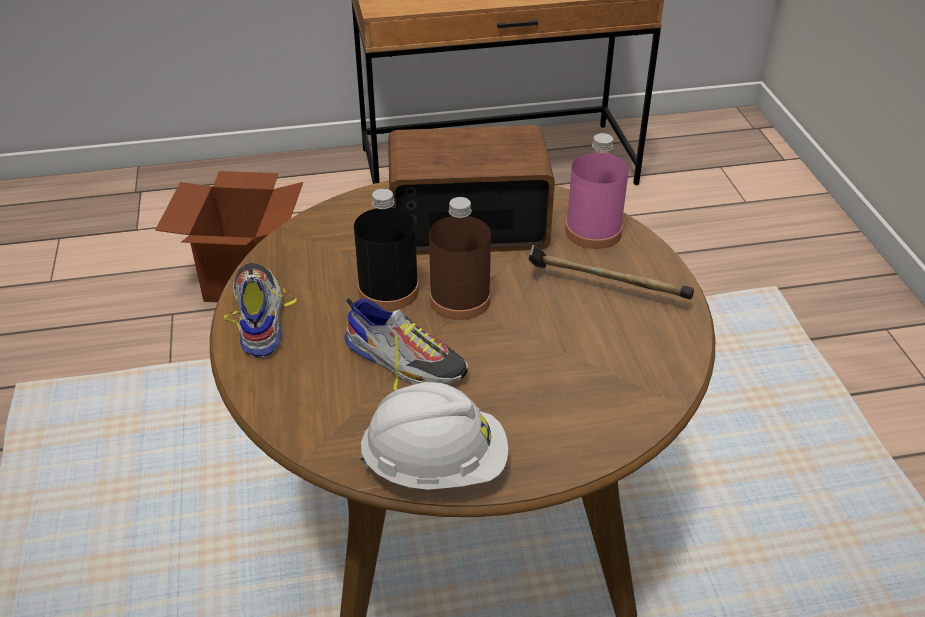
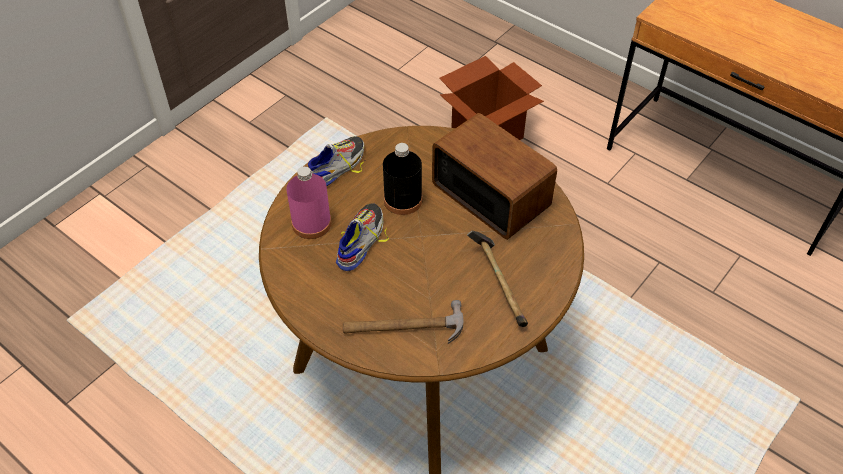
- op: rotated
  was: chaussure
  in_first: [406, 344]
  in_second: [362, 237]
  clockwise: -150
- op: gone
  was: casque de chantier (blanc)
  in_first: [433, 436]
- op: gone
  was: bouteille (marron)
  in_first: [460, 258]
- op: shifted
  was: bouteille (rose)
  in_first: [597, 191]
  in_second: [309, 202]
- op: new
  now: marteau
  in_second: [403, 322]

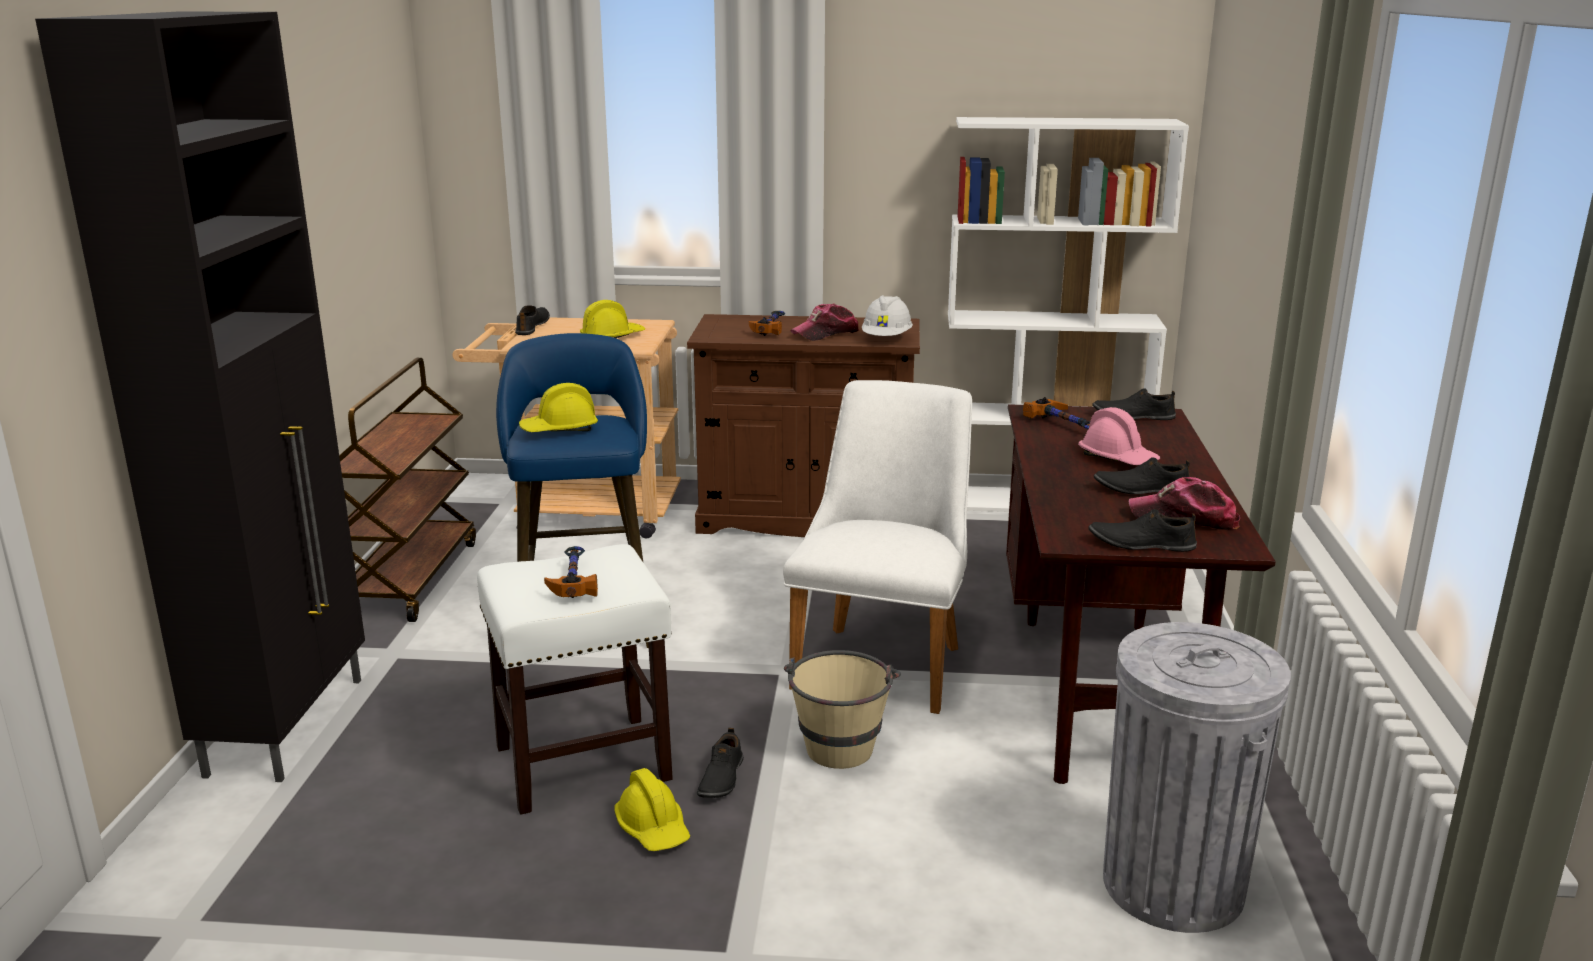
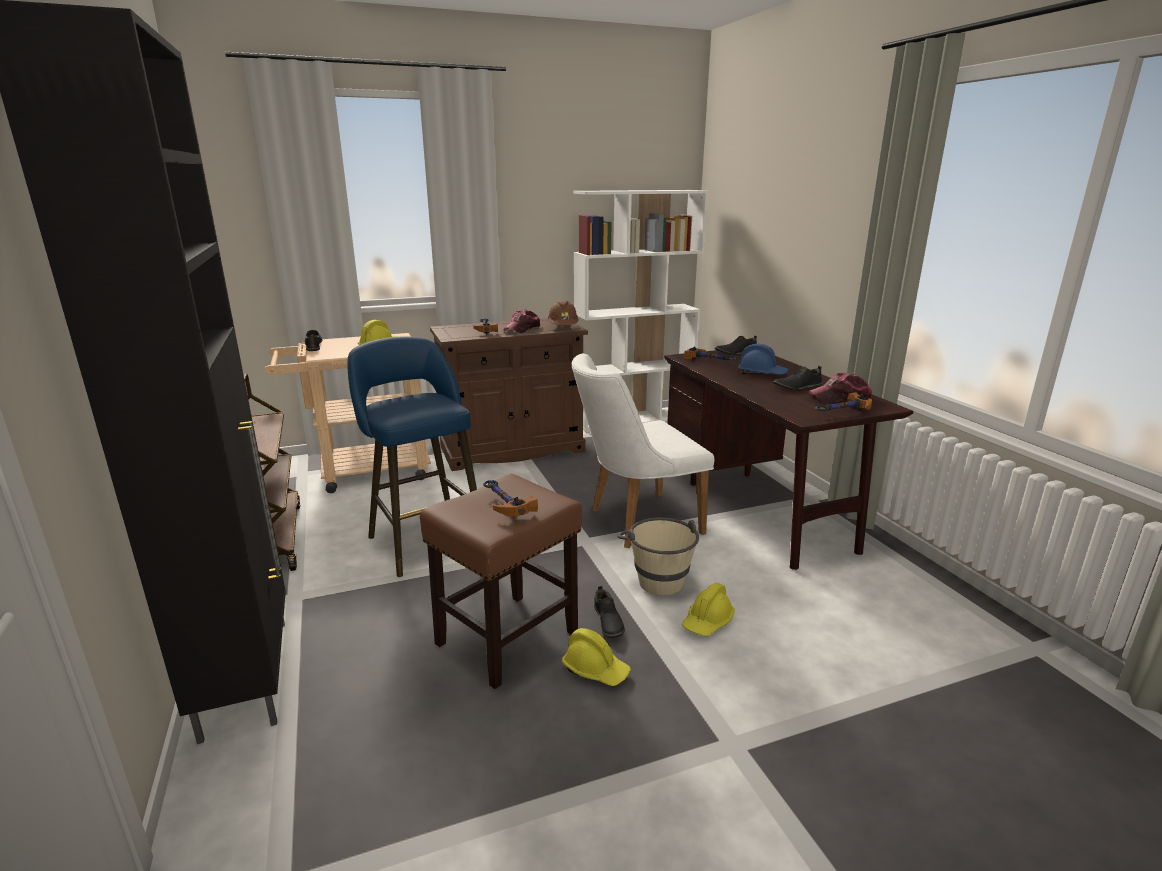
- op: repainted
  was: tabouret (blanc)
  now: tabouret (marron)
  in_first: [575, 679]
  in_second: [501, 581]
- op: shifted
  was: casque de chantier (jaune)
  in_first: [558, 407]
  in_second: [708, 609]
- op: rotated
  was: chaise (blanc)
  in_first: [877, 547]
  in_second: [643, 451]
  clockwise: -105
- op: repainted
  was: casque de chantier (blanc)
  now: casque de chantier (marron)
  in_first: [887, 315]
  in_second: [562, 313]
- op: repainted
  was: casque de chantier (rose)
  now: casque de chantier (bleu)
  in_first: [1119, 436]
  in_second: [763, 359]
- op: swapped
  was: chaussure (noir)
  now: marteau
  in_first: [1143, 530]
  in_second: [843, 401]
- op: gone
  was: poubelle (gris)
  in_first: [1197, 777]

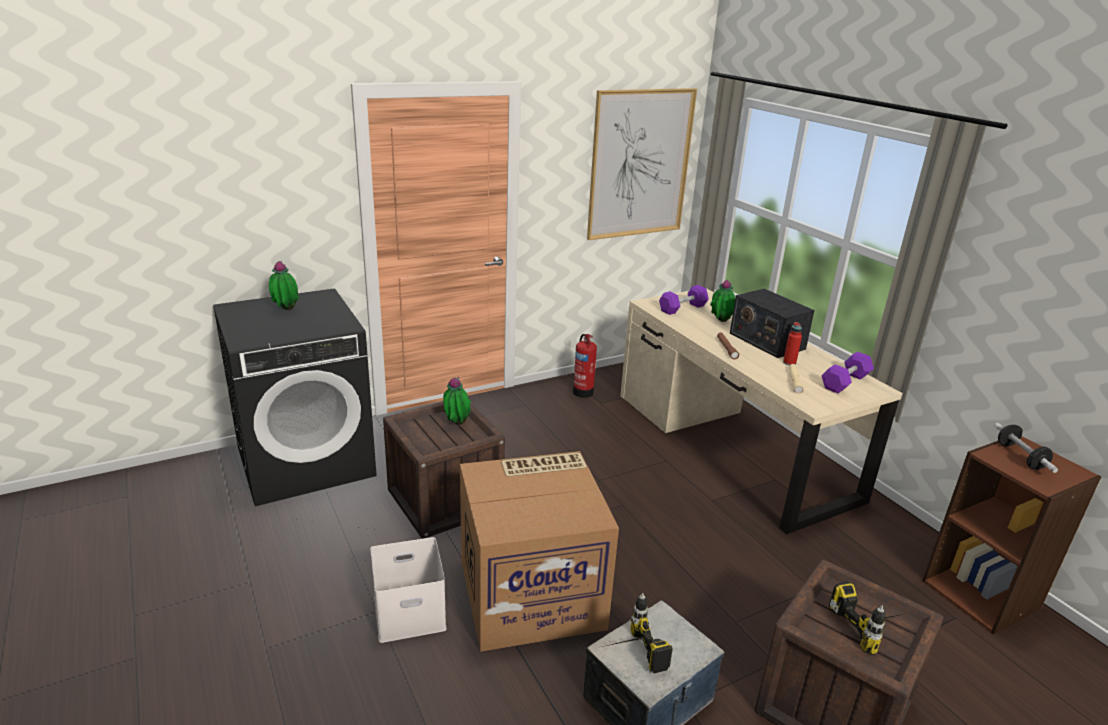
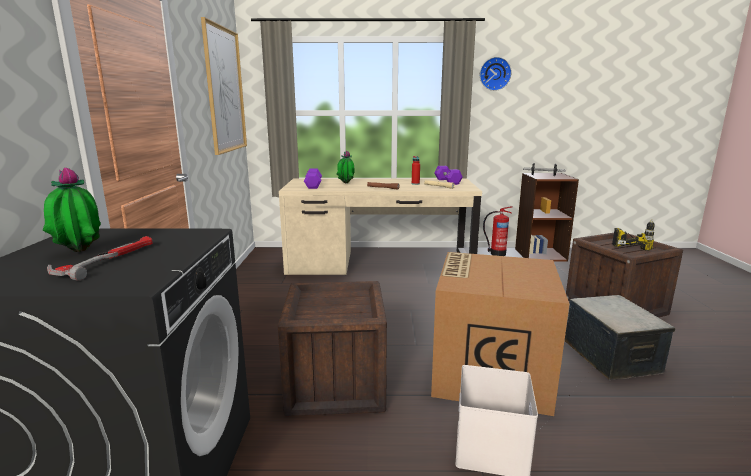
- op: gone
  was: plante en pot
  in_first: [457, 401]
- op: shifted
  was: extincteur
  in_first: [585, 366]
  in_second: [498, 231]
- op: gone
  was: perceuse
  in_first: [637, 633]
- op: gone
  was: radio
  in_first: [772, 323]
- op: new
  now: marteau
  in_second: [100, 258]
- op: new
  now: horloge murale
  in_second: [496, 74]

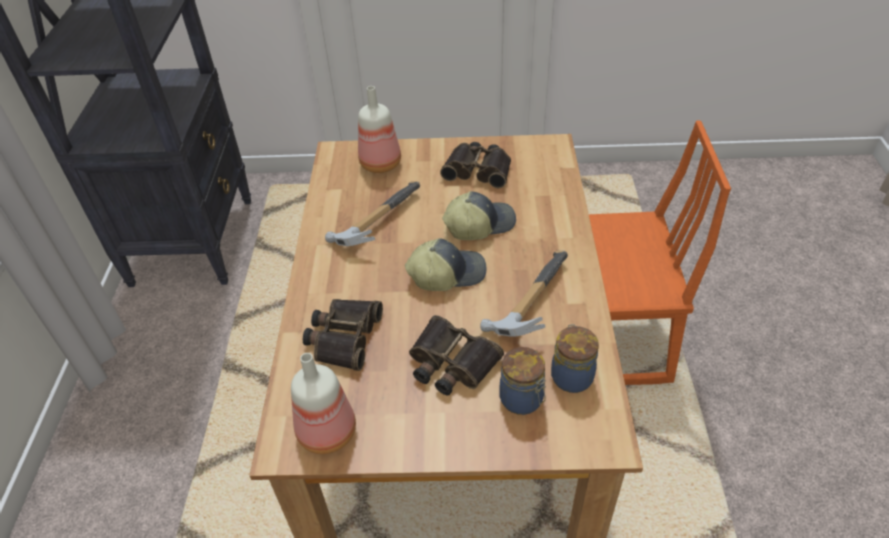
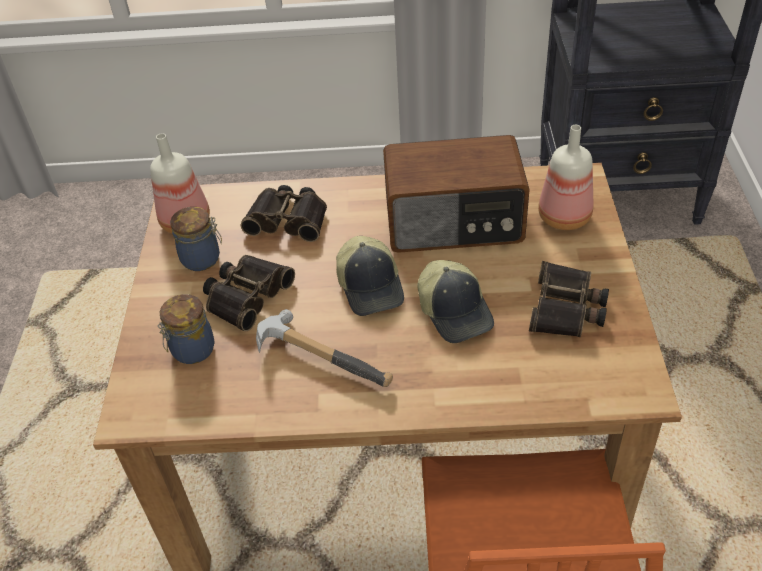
- op: swapped
  was: marteau
  now: radio
  in_first: [372, 213]
  in_second: [456, 194]
- op: shifted
  was: bocal
  in_first: [575, 358]
  in_second: [196, 239]

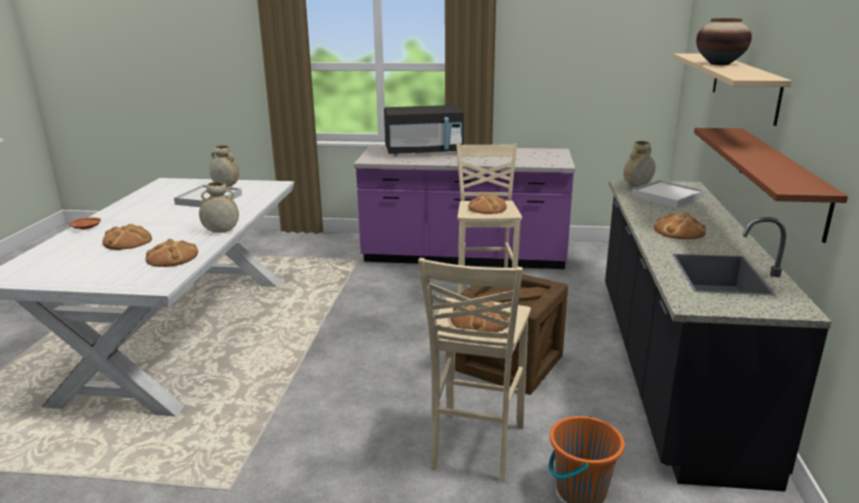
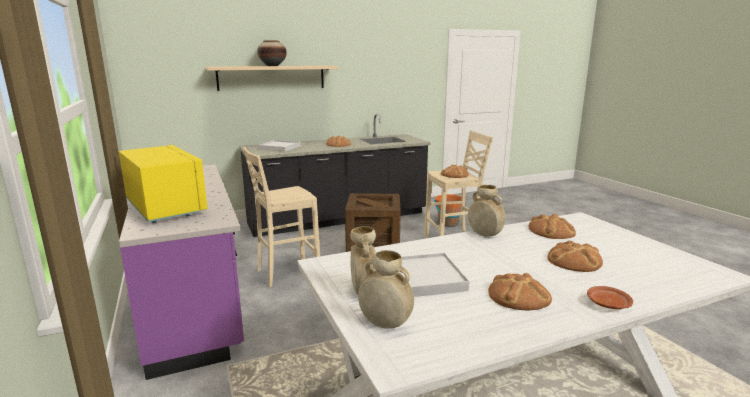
- op: repainted
  was: micro-ondes (noir)
  now: micro-ondes (jaune)
  in_first: [424, 130]
  in_second: [163, 184]
- op: shifted
  was: pain
  in_first: [487, 203]
  in_second: [520, 292]
- op: shifted
  was: vase (beige)
  in_first: [639, 164]
  in_second: [386, 289]
- op: gone
  was: étagère (marron)
  in_first: [771, 185]

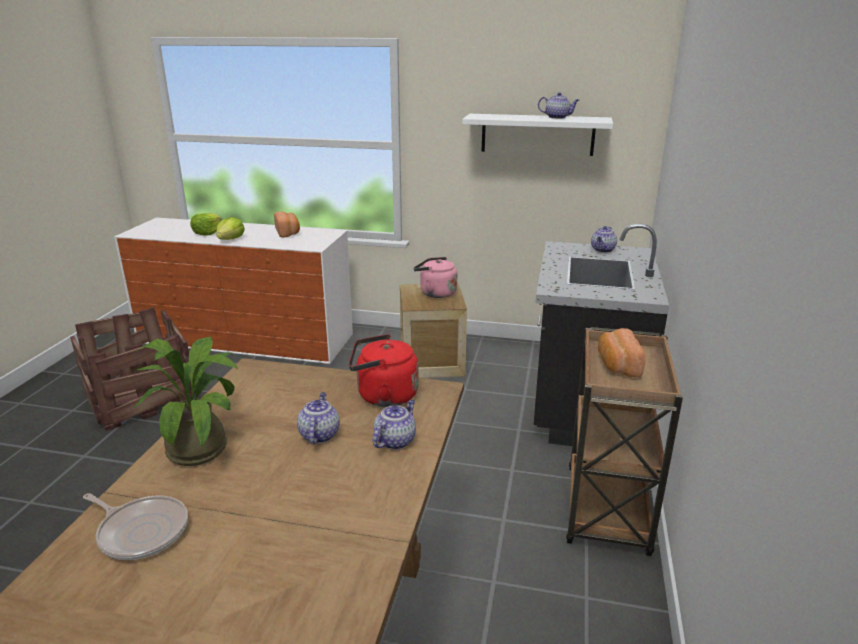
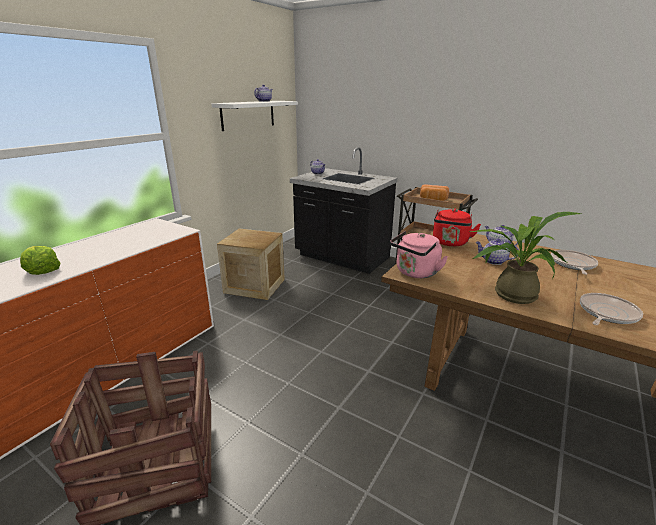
- op: gone
  was: laitue
  in_first: [230, 228]
- op: gone
  was: pain
  in_first: [287, 225]
- op: shifted
  was: bouilloire (rose)
  in_first: [435, 277]
  in_second: [419, 254]
- op: new
  now: poêle
  in_second: [574, 262]

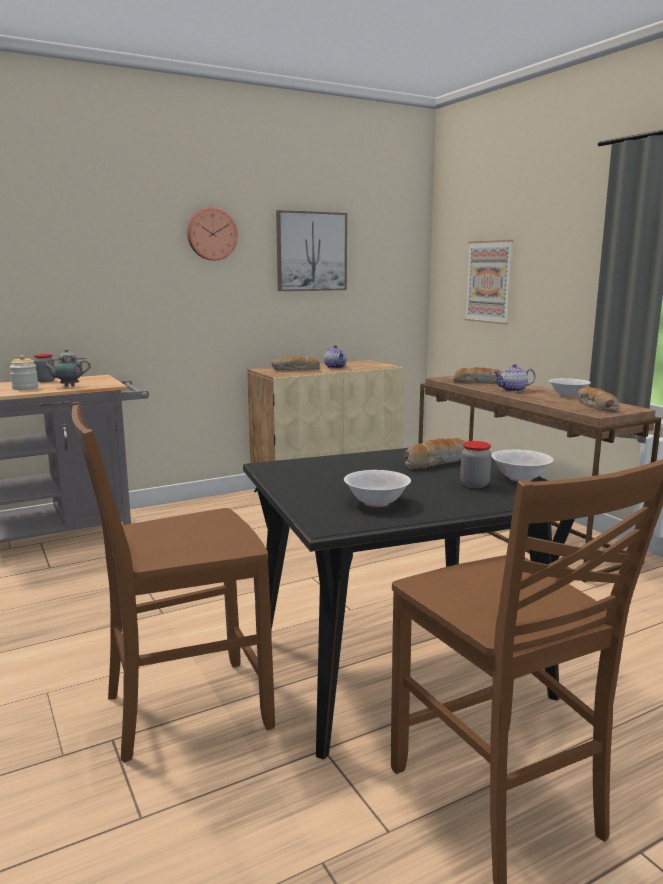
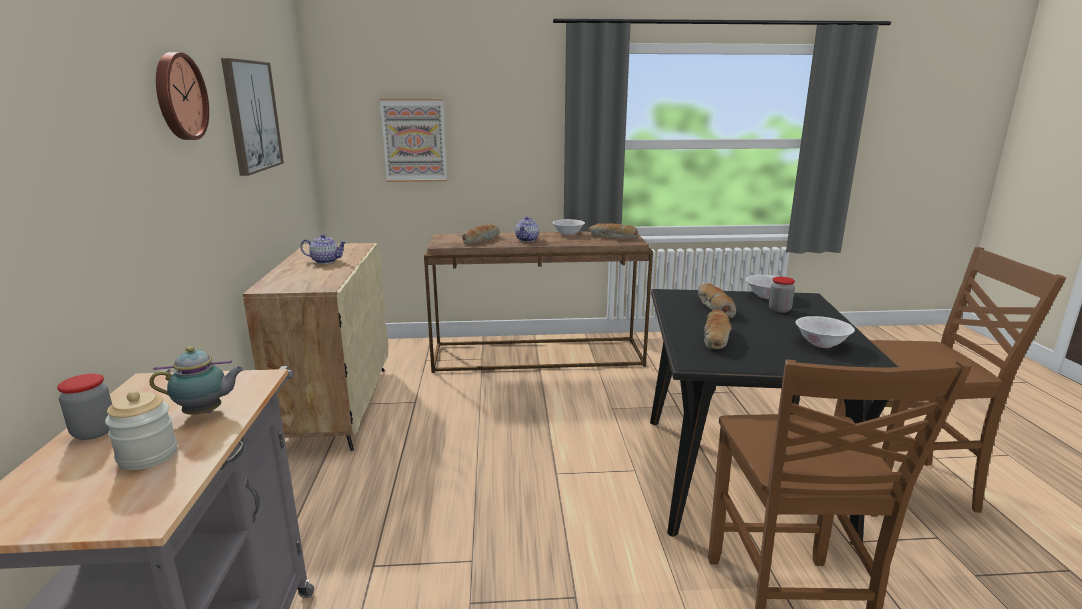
- op: rotated
  was: théière
  in_first: [66, 368]
  in_second: [197, 380]
  clockwise: -105
- op: shifted
  was: pain
  in_first: [295, 363]
  in_second: [718, 329]

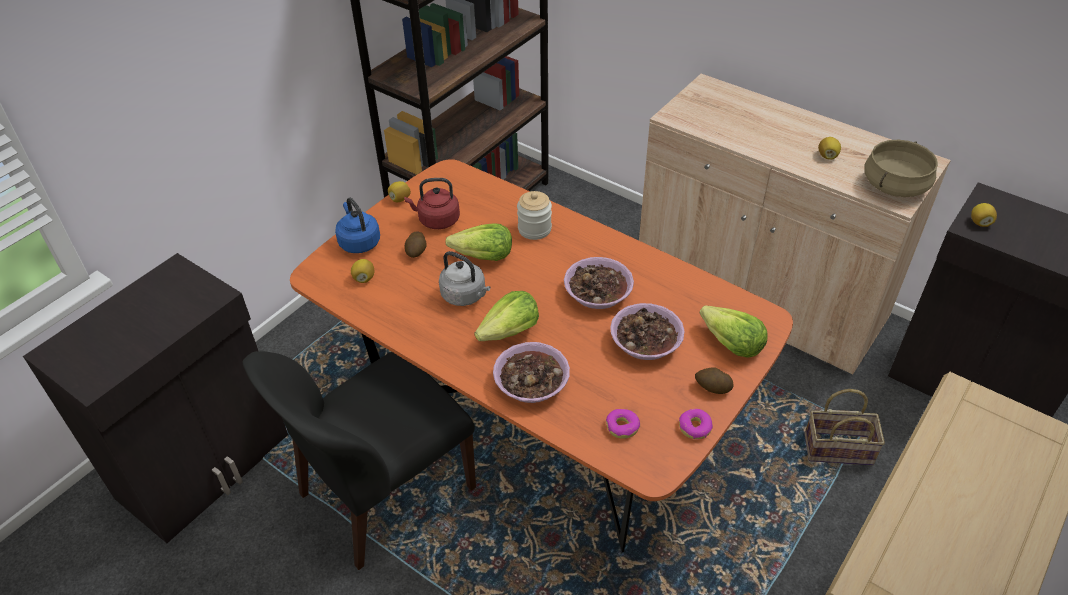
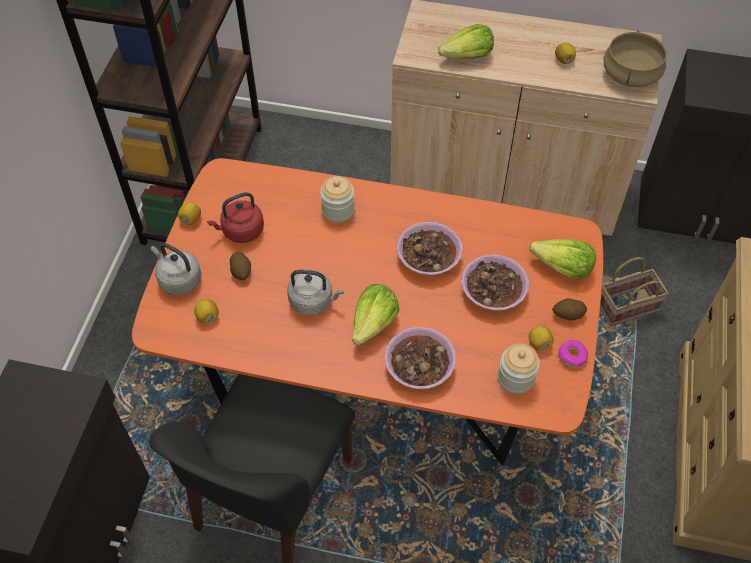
- op: repainted
  was: bouilloire (bleu)
  now: bouilloire (gris)
  in_first: [357, 225]
  in_second: [176, 269]
- op: shifted
  was: laitue
  in_first: [478, 242]
  in_second: [466, 41]
- op: swapped
  was: beignet
  now: bocal
  in_first: [623, 424]
  in_second: [519, 368]
- op: shifted
  was: citron
  in_first: [984, 215]
  in_second: [541, 338]

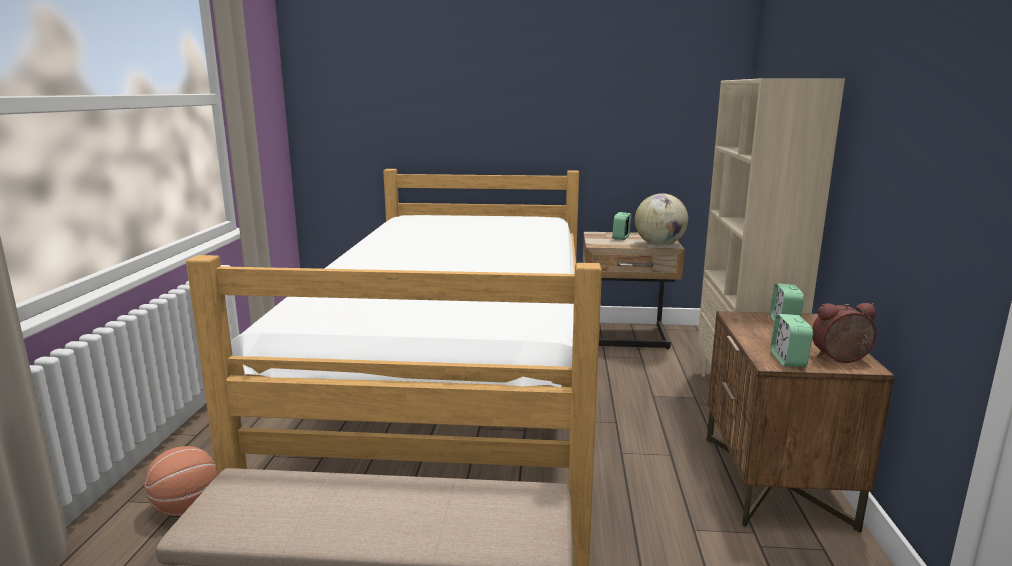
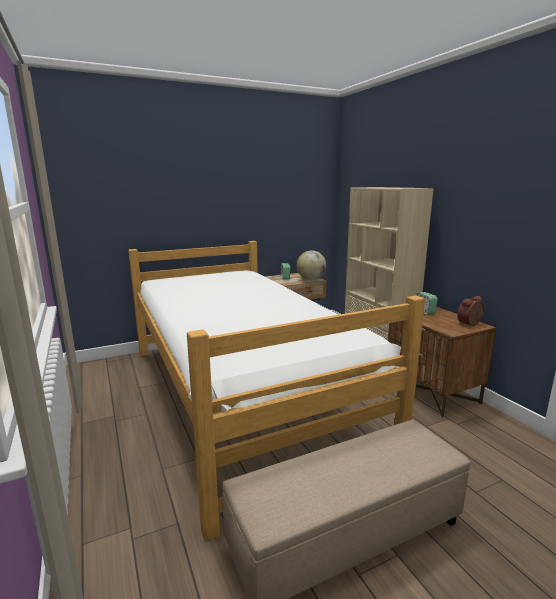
- op: gone
  was: ballon de basket
  in_first: [180, 481]
- op: gone
  was: réveil
  in_first: [792, 340]

